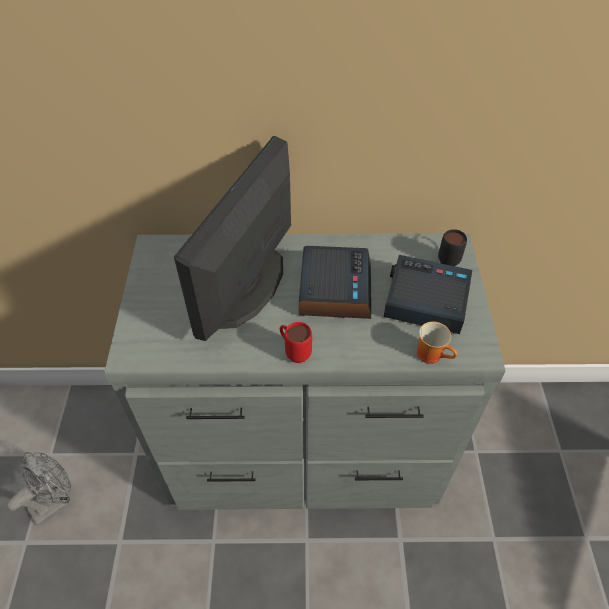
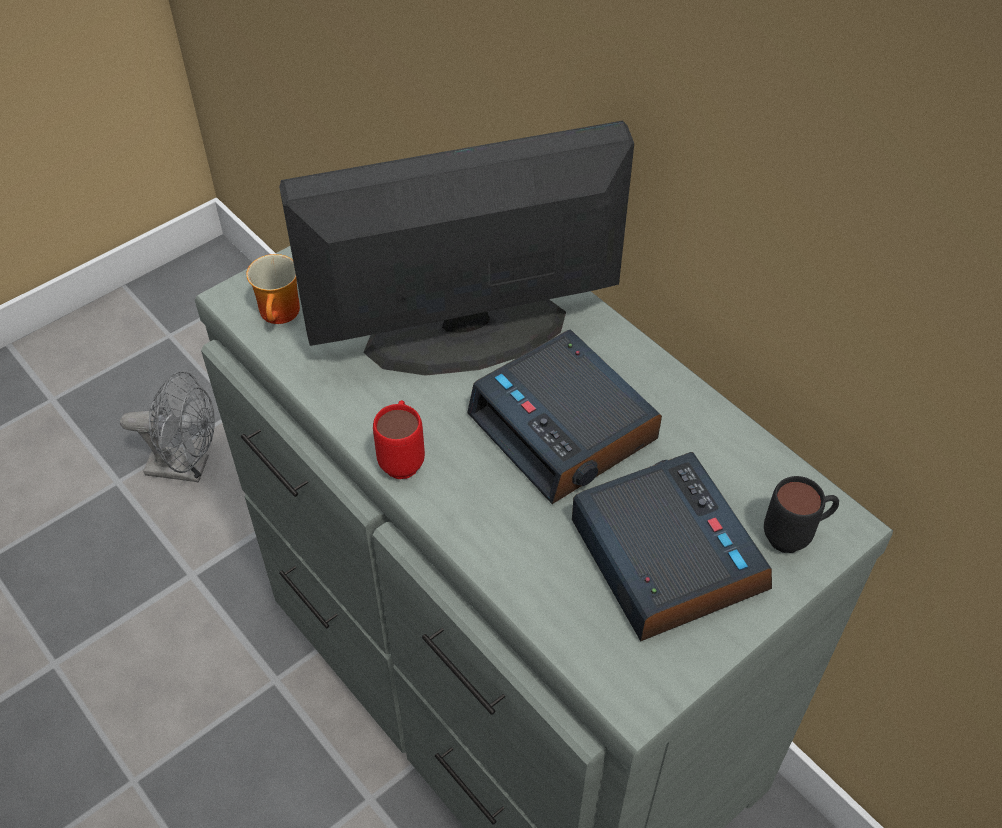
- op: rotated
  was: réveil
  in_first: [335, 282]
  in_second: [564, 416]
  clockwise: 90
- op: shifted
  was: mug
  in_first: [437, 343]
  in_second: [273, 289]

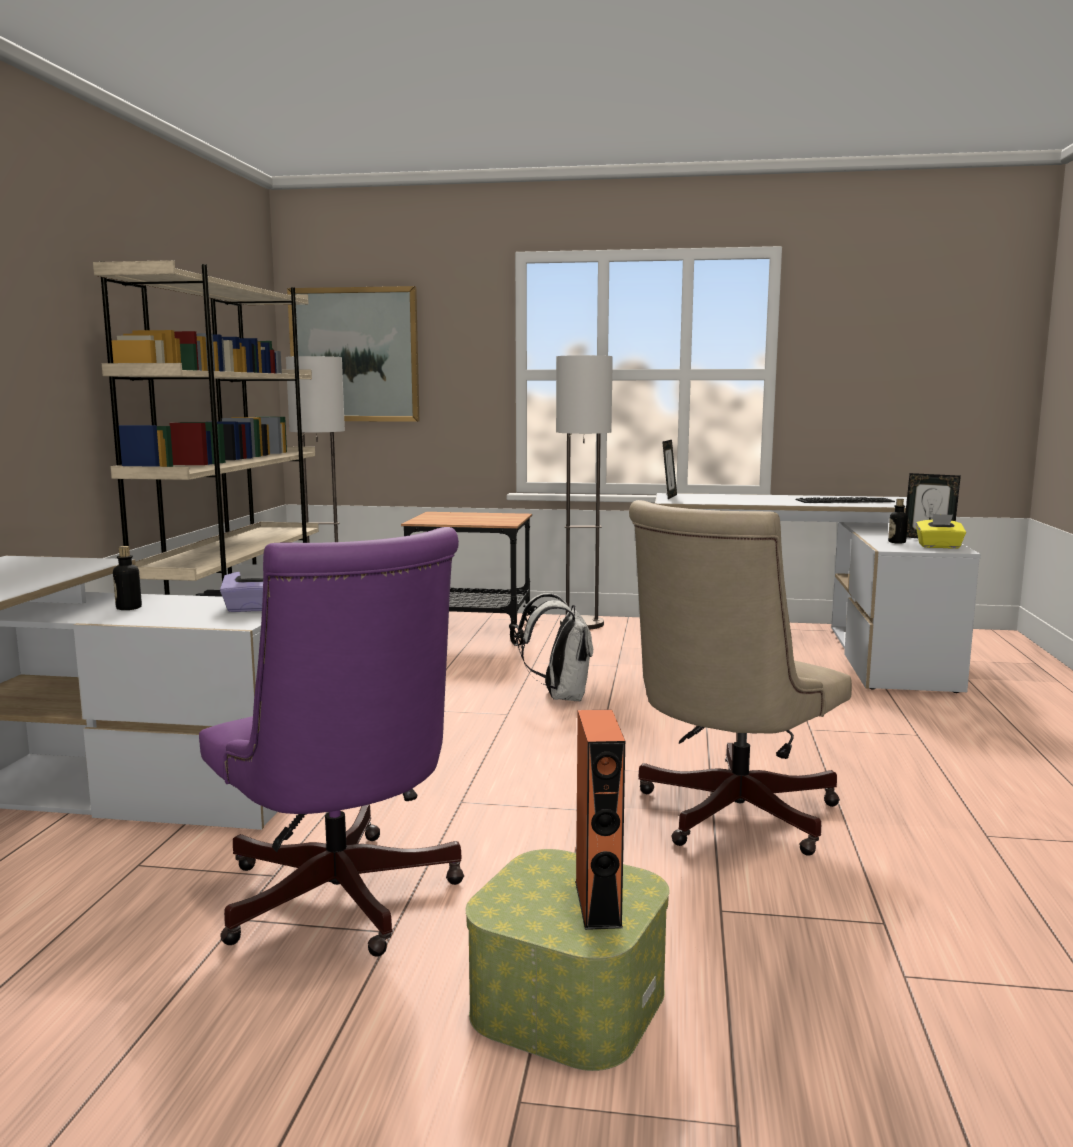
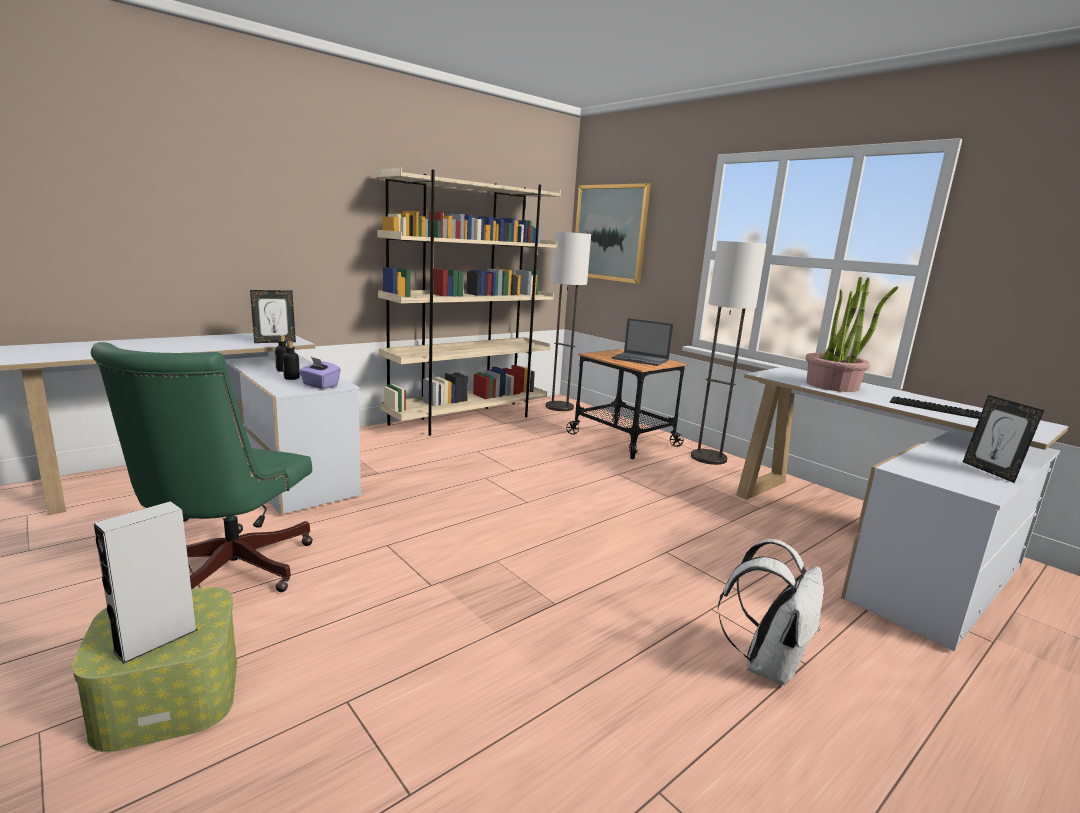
- op: repainted
  was: chaise de bureau (violet)
  now: chaise de bureau (vert)
  in_first: [331, 742]
  in_second: [202, 467]
- op: shifted
  was: sac à dos (blanc)
  in_first: [555, 647]
  in_second: [770, 612]
- op: repainted
  was: enceinte (orange)
  now: enceinte (gris)
  in_first: [600, 819]
  in_second: [145, 582]
- op: gone
  was: chaise de bureau (beige)
  in_first: [740, 678]
- op: shifted
  was: cadre photo
  in_first: [669, 469]
  in_second: [273, 316]
- op: shifted
  was: bouteille
  in_first: [898, 521]
  in_second: [291, 360]
- op: gone
  was: boîte à mouchoirs (jaune)
  in_first: [941, 531]
- op: new
  now: ordinateur portable
  in_second: [642, 342]
- op: new
  now: plante en pot
  in_second: [852, 334]

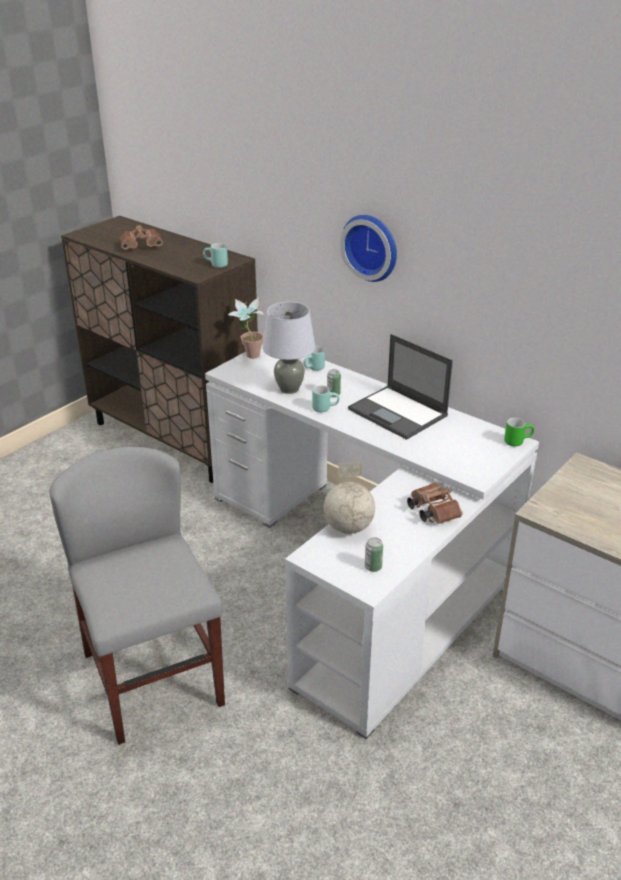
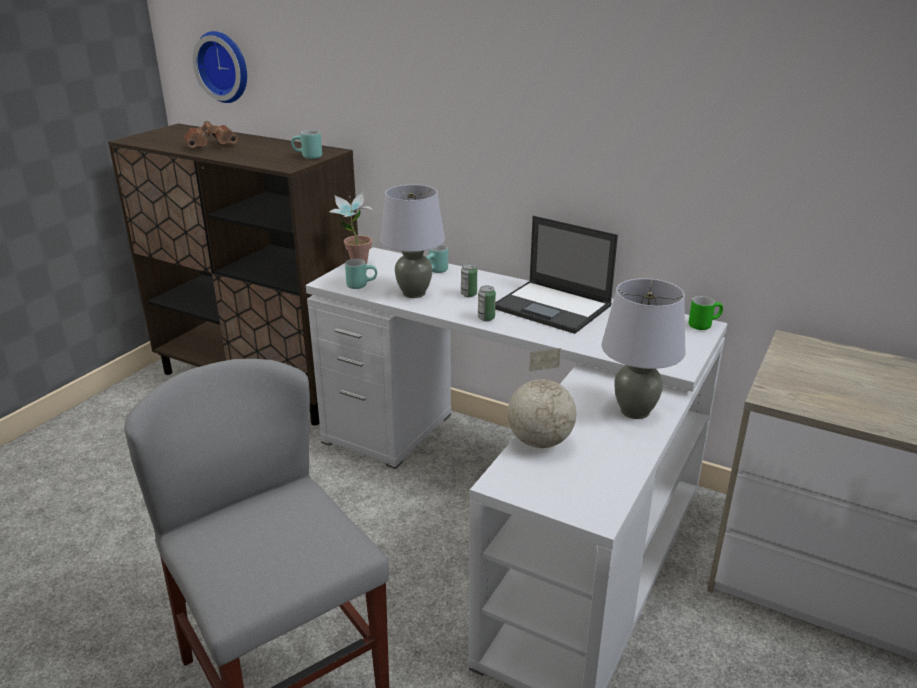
- op: shifted
  was: mug (turquoise)
  in_first: [326, 398]
  in_second: [361, 274]
- op: shifted
  was: horloge murale
  in_first: [368, 248]
  in_second: [220, 67]
- op: shifted
  was: boîte métallique
  in_first: [374, 554]
  in_second: [487, 303]
- op: swapped
  was: jumelles (marron)
  now: lampe de table (gris)
  in_first: [435, 503]
  in_second: [644, 348]

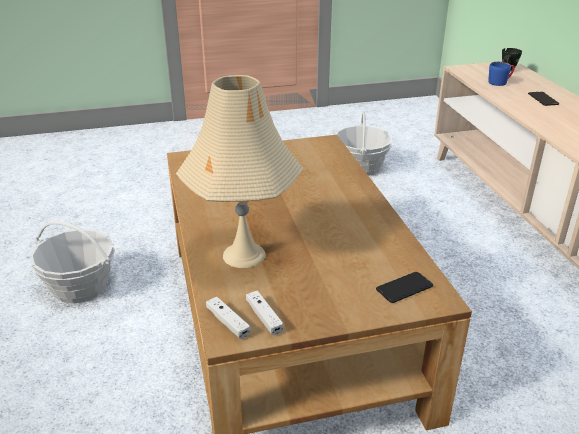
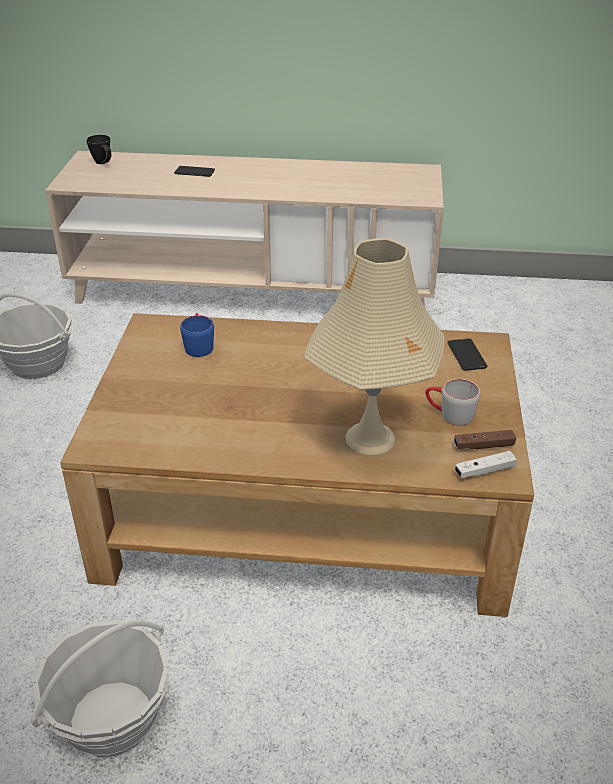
- op: repainted
  was: manette (blanc)
  now: manette (marron)
  in_first: [265, 313]
  in_second: [485, 439]
- op: shifted
  was: mug (bleu)
  in_first: [501, 74]
  in_second: [197, 335]
- op: new
  now: mug (gris)
  in_second: [452, 402]

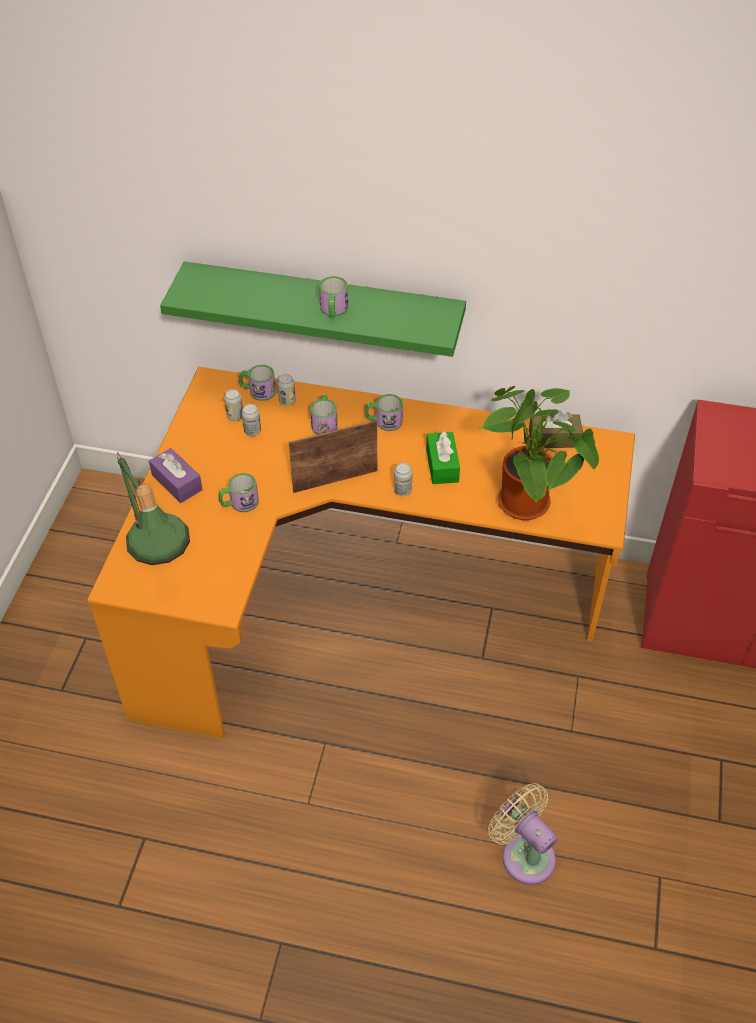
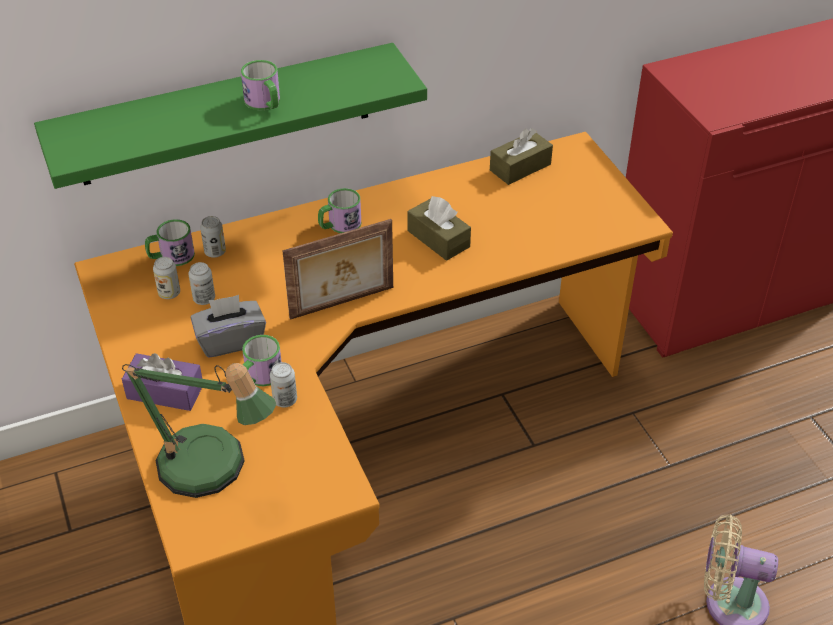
- op: rotated
  was: cadre photo
  in_first: [333, 456]
  in_second: [337, 269]
  clockwise: -150
- op: gone
  was: mug
  in_first: [324, 415]
- op: shifted
  was: boîte métallique
  in_first: [403, 479]
  in_second: [283, 384]
- op: repainted
  was: boîte à mouchoirs (vert)
  now: boîte à mouchoirs (marron)
  in_first: [443, 457]
  in_second: [439, 228]
- op: gone
  was: plante en pot
  in_first: [539, 453]
- op: new
  now: boîte à mouchoirs (gris)
  in_second: [228, 326]

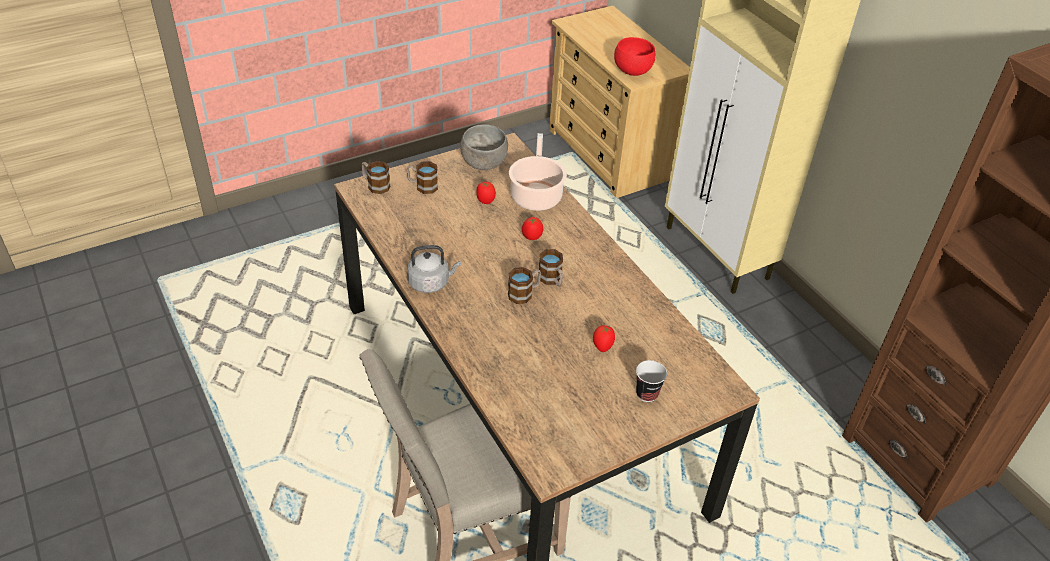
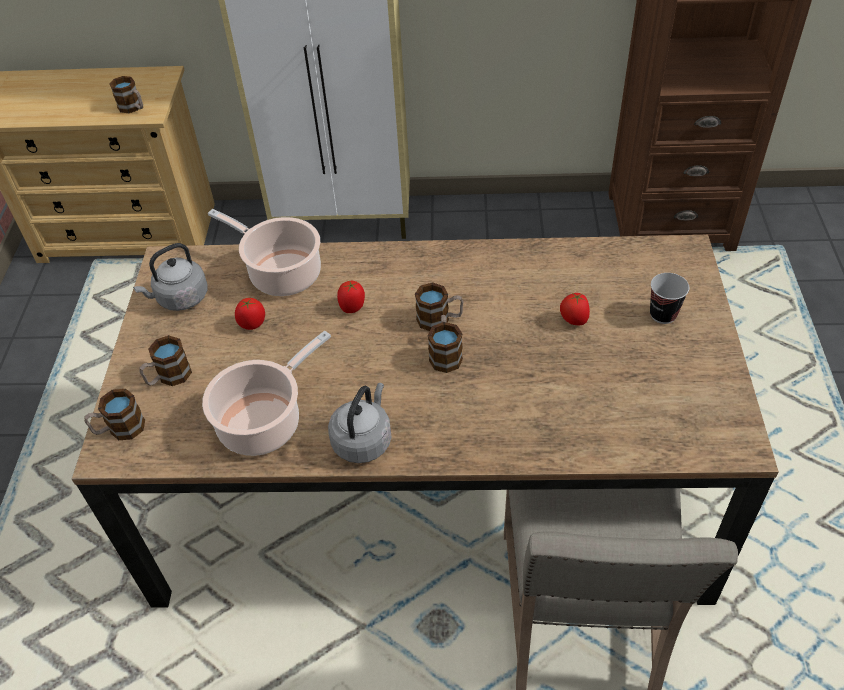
- op: swapped
  was: bol (gris)
  now: bouilloire (gris)
  in_first: [484, 147]
  in_second: [170, 277]
- op: swapped
  was: bol (rouge)
  now: mug
  in_first: [635, 56]
  in_second: [126, 94]
- op: new
  now: marmite
  in_second: [266, 393]

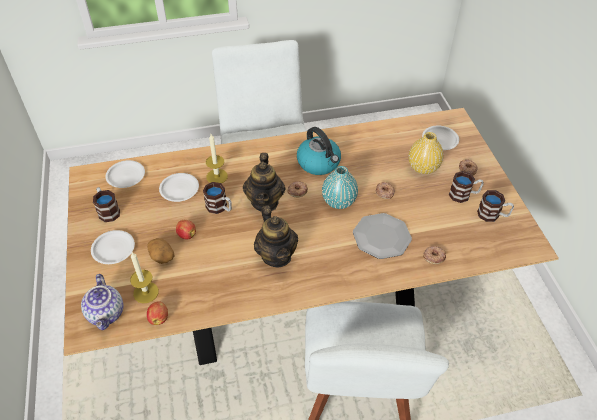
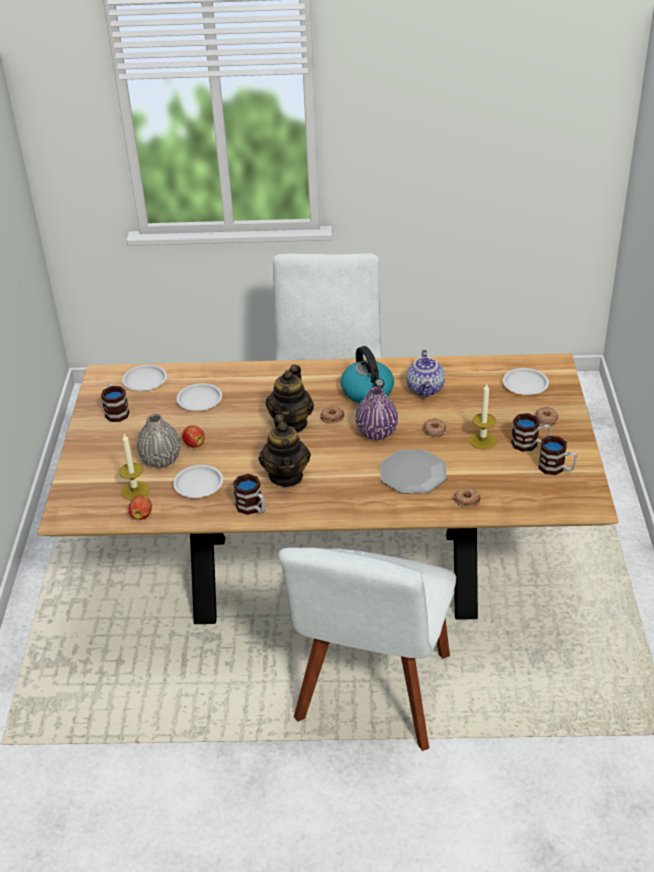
- op: shifted
  was: théière
  in_first: [102, 302]
  in_second: [425, 373]
- op: shifted
  was: assiette (blanc)
  in_first: [113, 247]
  in_second: [198, 481]
- op: swapped
  was: pomme de terre
  now: vase (gris)
  in_first: [160, 251]
  in_second: [159, 441]
- op: shifted
  was: mug
  in_first: [217, 198]
  in_second: [249, 494]
- op: shifted
  was: bougie
  in_first: [217, 158]
  in_second: [483, 417]
- op: repainted
  was: vase (turquoise)
  now: vase (violet)
  in_first: [340, 187]
  in_second: [376, 413]
- op: gone
  was: vase (jaune)
  in_first: [425, 153]

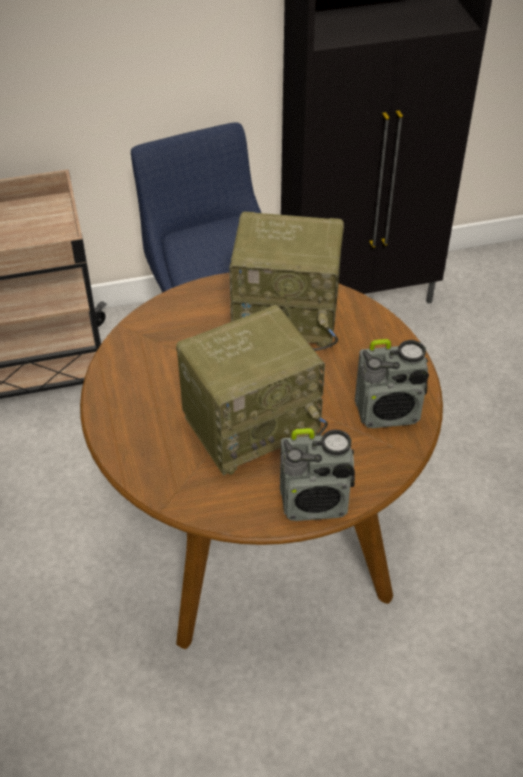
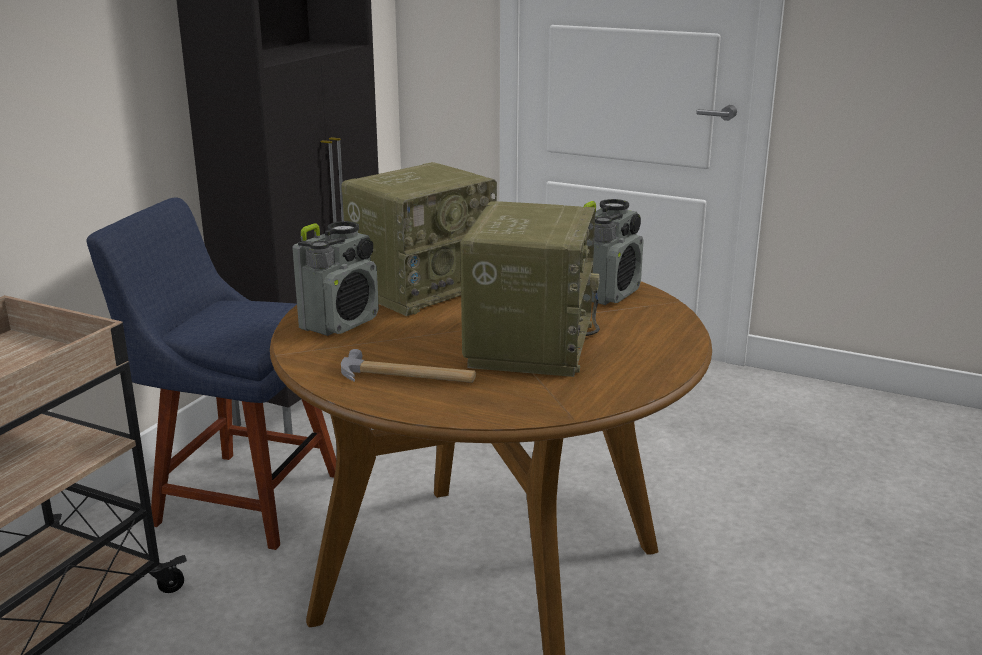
- op: shifted
  was: radio
  in_first: [317, 474]
  in_second: [335, 278]
- op: new
  now: marteau
  in_second: [408, 366]

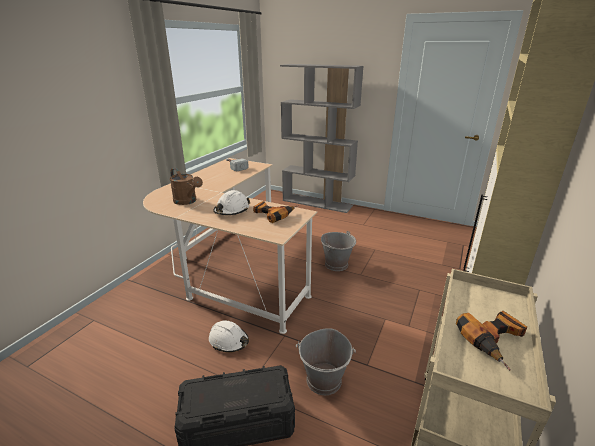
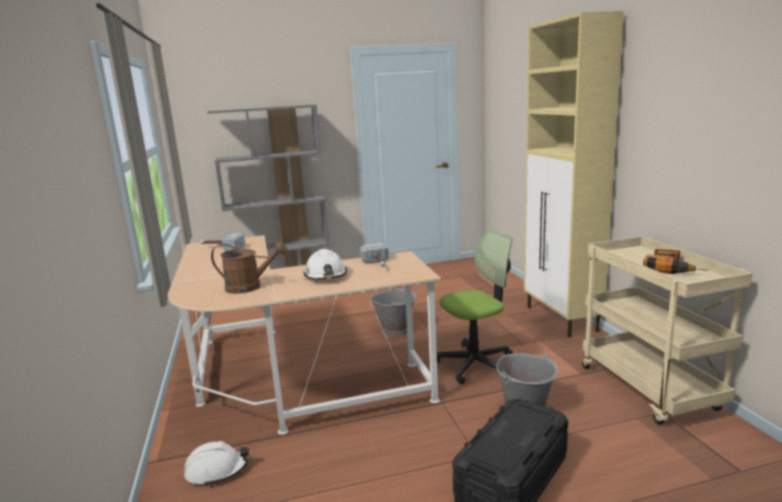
- op: shifted
  was: casque de chantier (blanc)
  in_first: [229, 336]
  in_second: [216, 463]
- op: swapped
  was: perceuse
  now: marteau
  in_first: [276, 212]
  in_second: [374, 255]
- op: new
  now: chaise de bureau
  in_second: [475, 307]

